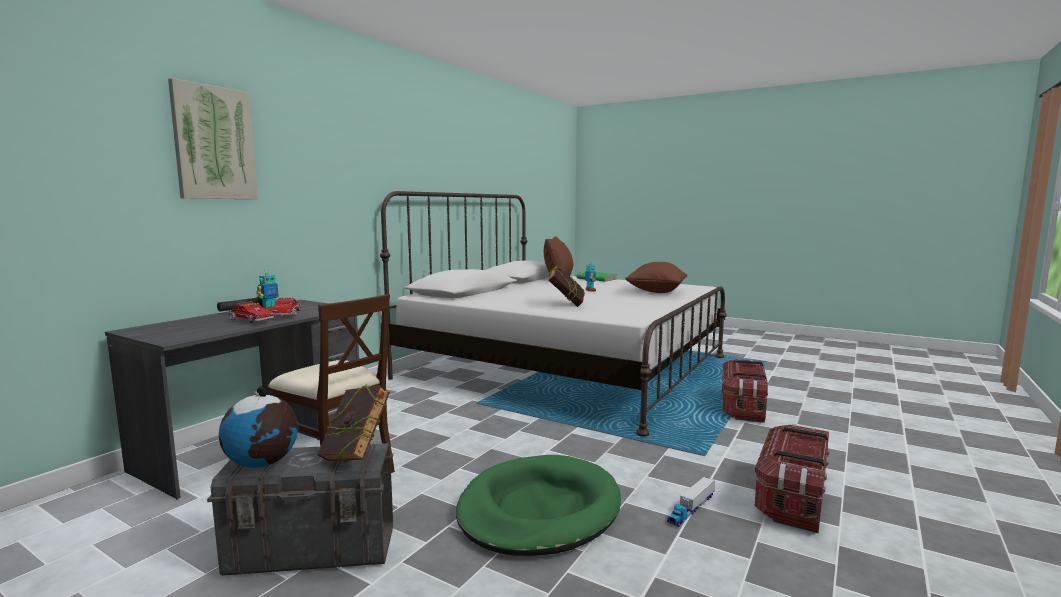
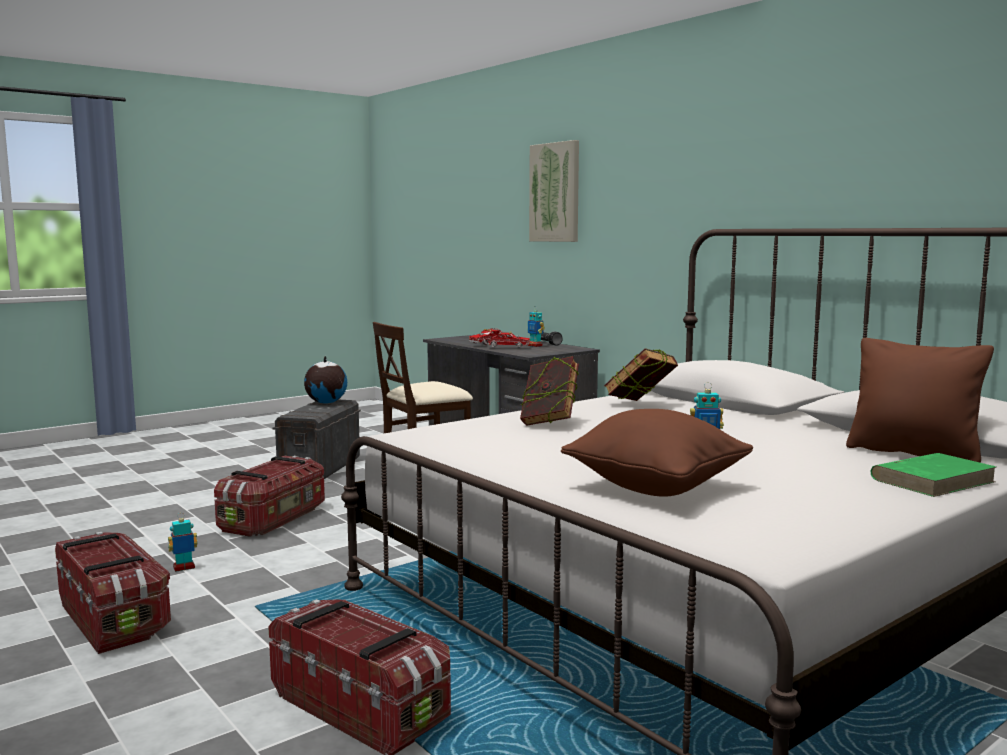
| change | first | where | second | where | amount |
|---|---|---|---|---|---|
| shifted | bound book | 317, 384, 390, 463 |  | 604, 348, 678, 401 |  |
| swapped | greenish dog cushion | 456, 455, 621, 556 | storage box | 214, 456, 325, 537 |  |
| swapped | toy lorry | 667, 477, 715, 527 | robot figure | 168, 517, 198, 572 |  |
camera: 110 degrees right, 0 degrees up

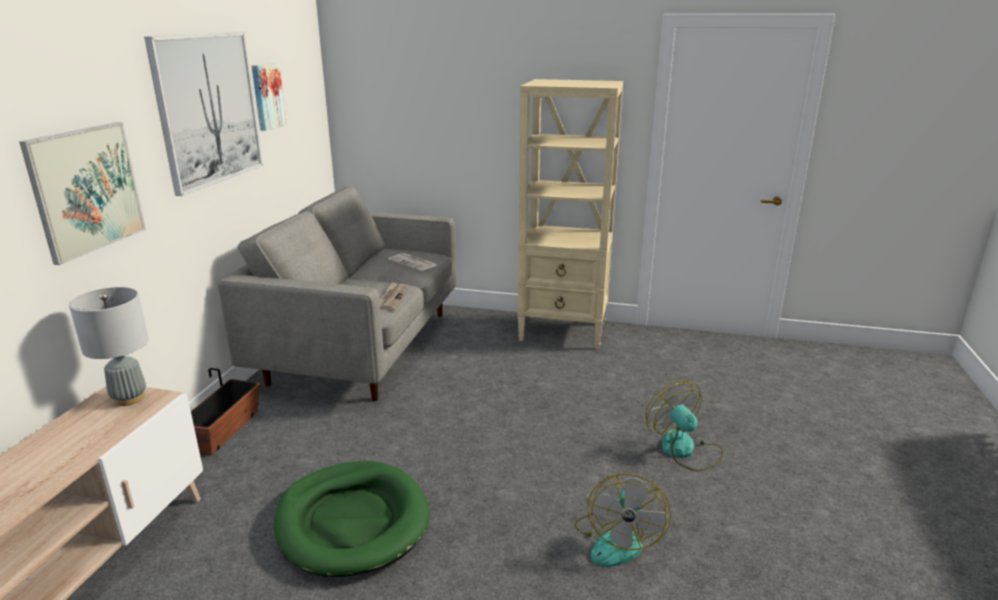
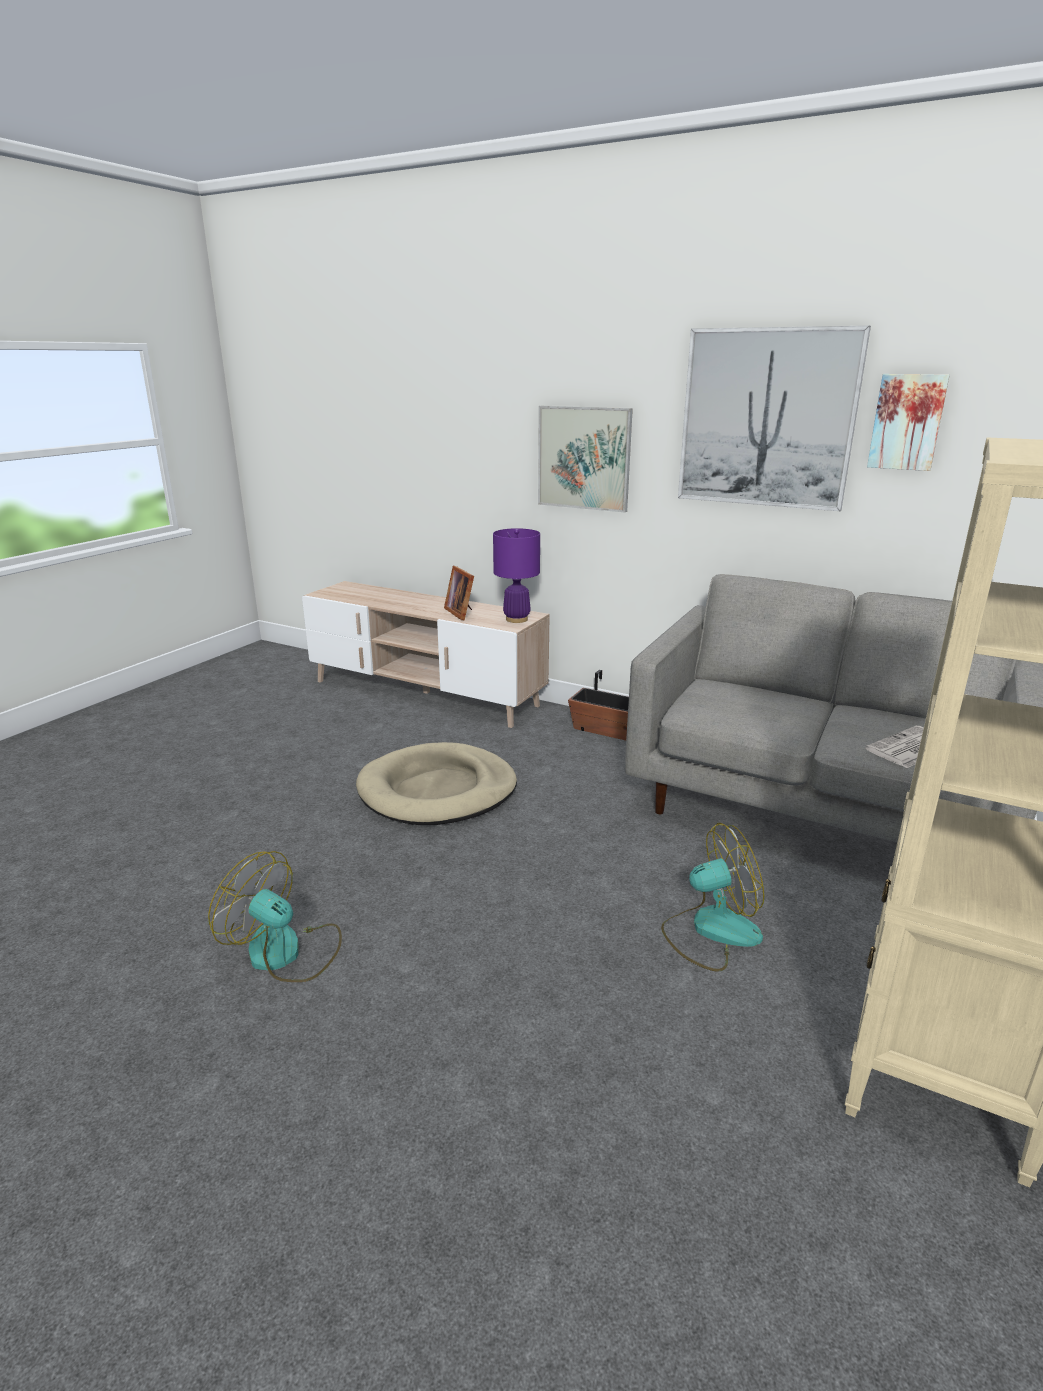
| change | first | where | second | where | amount |
|---|---|---|---|---|---|
| gone | daily paper | 380, 282, 409, 310 |  |  |  |
| new |  |  | photo frame | 444, 566, 474, 620 |  |
| shifted | cooling fan | 645, 380, 723, 472 |  | 661, 823, 764, 972 |  |
| repainted | greyish lamp for a table | 69, 287, 149, 406 | purplish lamp for a table | 493, 528, 540, 623 |  |
| repainted | greenish dog cushion | 274, 461, 430, 577 | sand-coloured dog cushion | 356, 742, 517, 825 |  |
camera: 105 degrees right, 0 degrees up

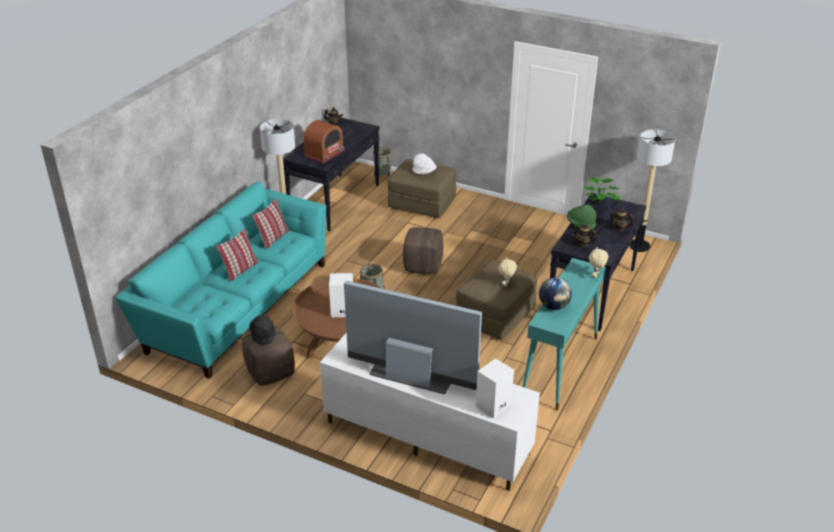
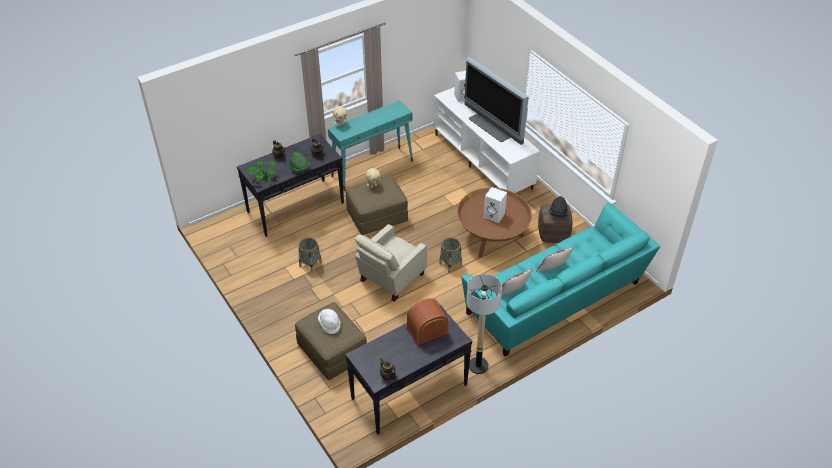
| change | first | where | second | where | amount |
|---|---|---|---|---|---|
| gone | desk globe | 539, 278, 572, 310 |  |  |  |
| gone | standing lamp | 629, 129, 675, 252 |  |  |  |
| shifted | household basket | 373, 147, 391, 182 |  | 299, 238, 322, 273 |  |
| swapped | brownish footrest | 403, 227, 443, 274 | sand-coloured easy chair | 354, 224, 427, 302 |  |
camera: 150 degrees left, 10 degrees up

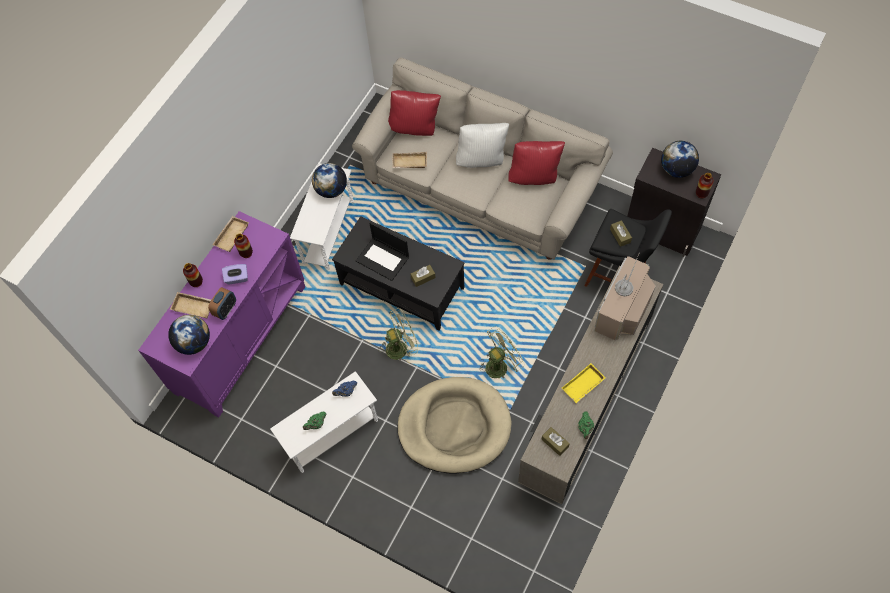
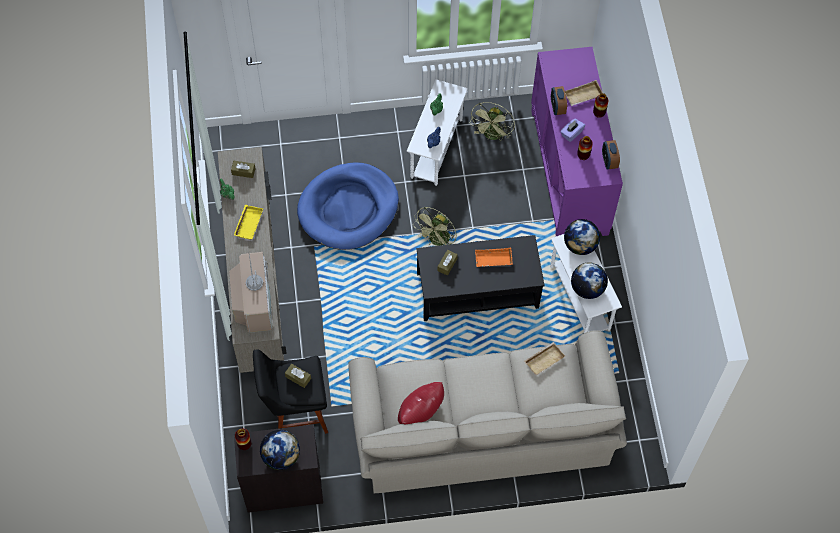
| change | first | where | second | where | amount |
|---|---|---|---|---|---|
| gone | red throw pillow | 388, 90, 441, 136 |  |  |  |
| gone | whitish throw pillow | 456, 123, 509, 168 |  |  |  |
| shifted | desk globe | 168, 315, 210, 355 |  | 564, 219, 600, 255 |  |
| shifted | greenish cooling fan | 480, 326, 524, 378 |  | 471, 102, 515, 140 |  |
| swapped | sand-coloured tray | 212, 216, 249, 252 | table clock | 602, 140, 620, 170 |  |
| swapped | portable computer | 356, 222, 409, 281 | orange tray | 475, 248, 513, 267 |  |
| repainted | sand-coloured dog cushion | 398, 377, 512, 474 | blue-coloured dog cushion | 297, 162, 399, 250 |  |
camera: 140 degrees right, 0 degrees up

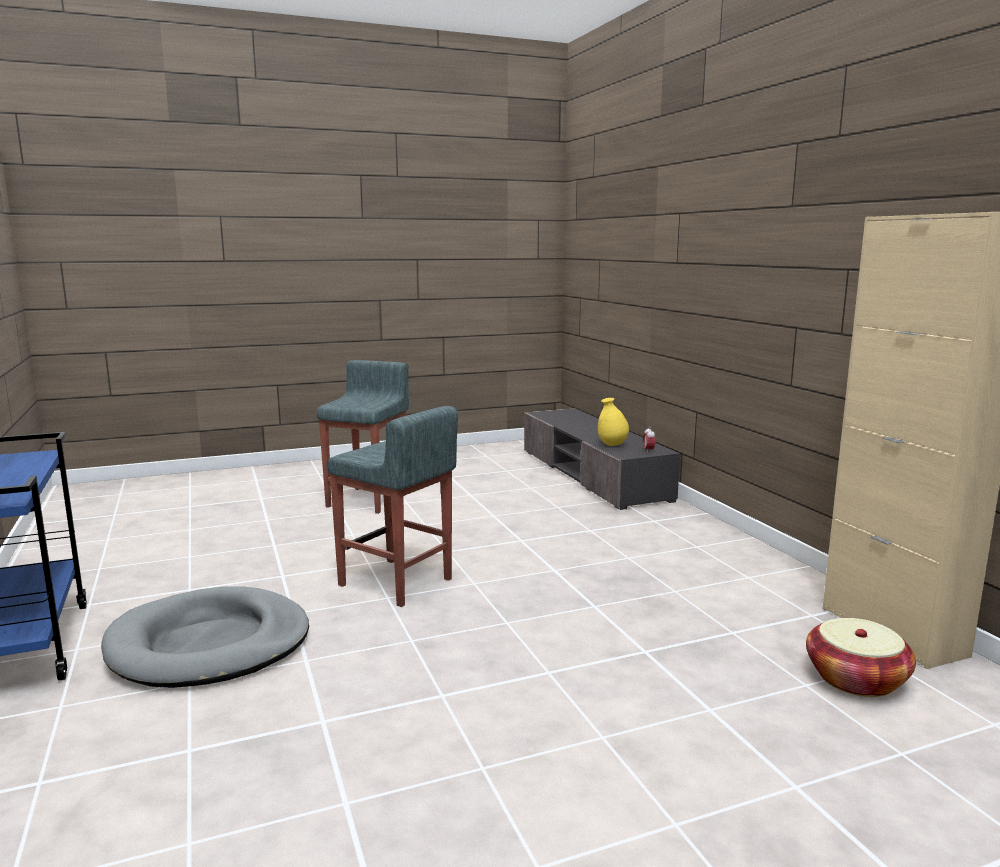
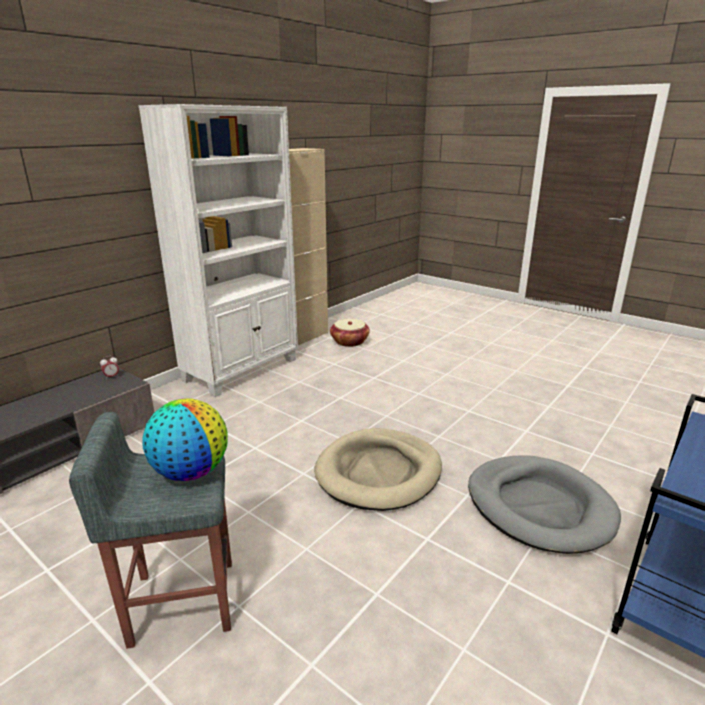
| change | first | where | second | where | amount |
|---|---|---|---|---|---|
| gone | yellowish vase | 598, 398, 629, 446 |  |  |  |
| new |  |  | whitish shelving unit | 138, 104, 298, 397 |  |
| new |  |  | desk globe | 142, 398, 228, 481 |  |
| swapped | greyish sitting stool | 327, 406, 458, 607 | sand-coloured dog cushion | 314, 428, 442, 511 |  |
camera: 120 degrees left, 10 degrees up

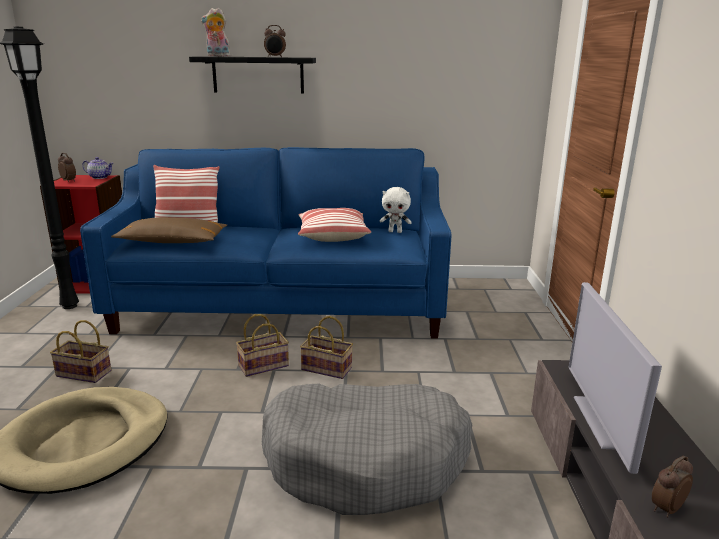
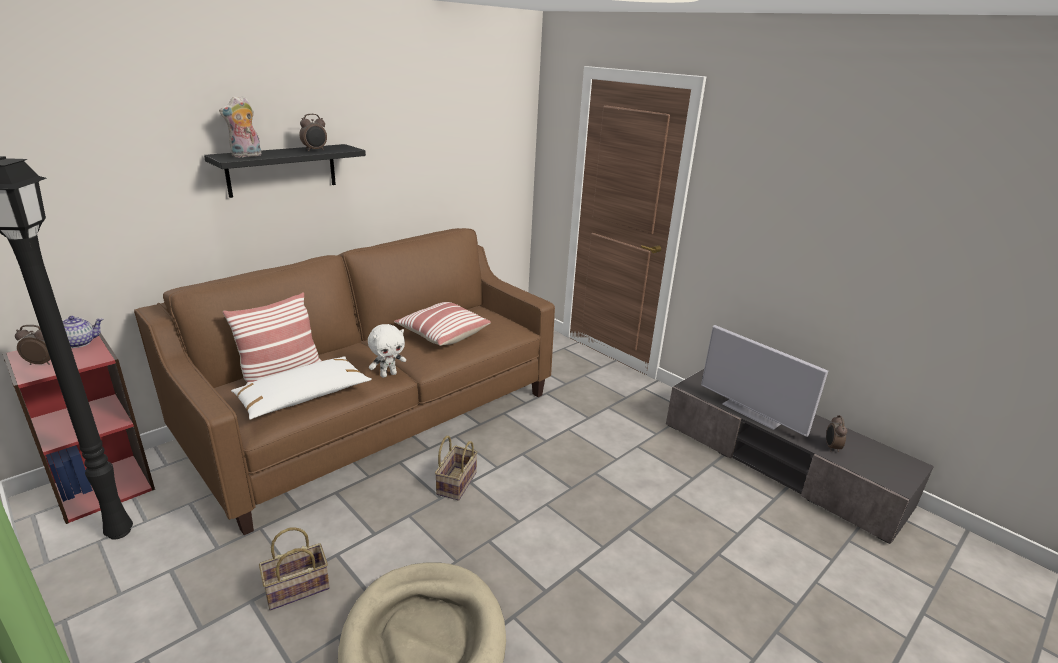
| change | first | where | second | where | amount |
|---|---|---|---|---|---|
| gone | greyish dog cushion | 262, 383, 472, 515 |  |  |  |
| gone | household basket | 300, 316, 353, 379 |  |  |  |
| shifted | whitish soft toy | 380, 187, 412, 233 |  | 368, 324, 406, 378 |  |
| repainted | blue-coloured settee | 80, 147, 451, 339 | brownish settee | 134, 228, 555, 535 |  |
| repainted | brownish throw pillow | 111, 217, 227, 243 | whitish throw pillow | 231, 356, 372, 420 |  |
camera: 45 degrees left, 5 degrees up

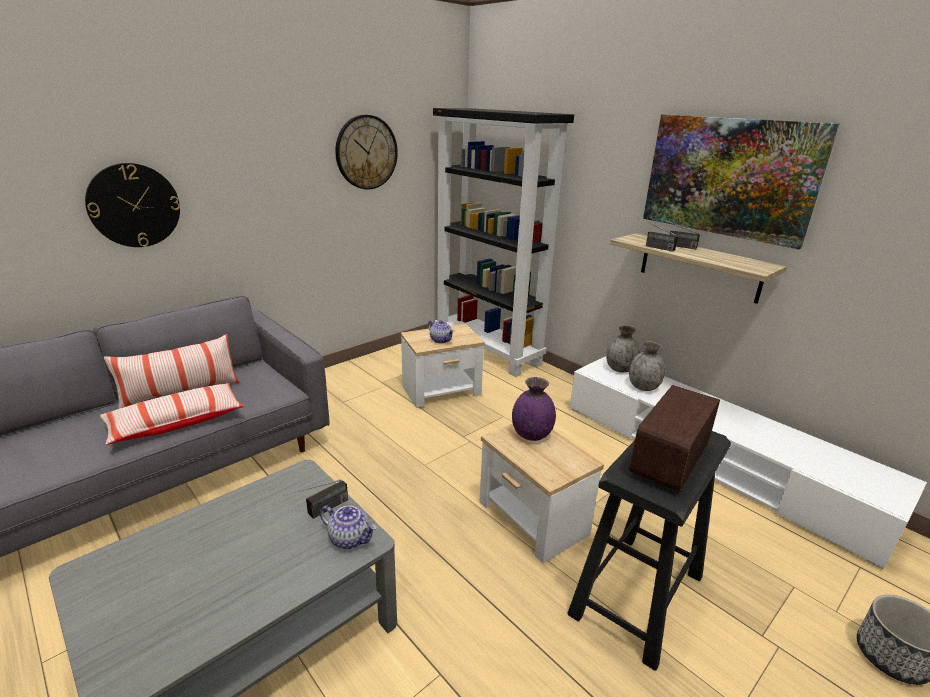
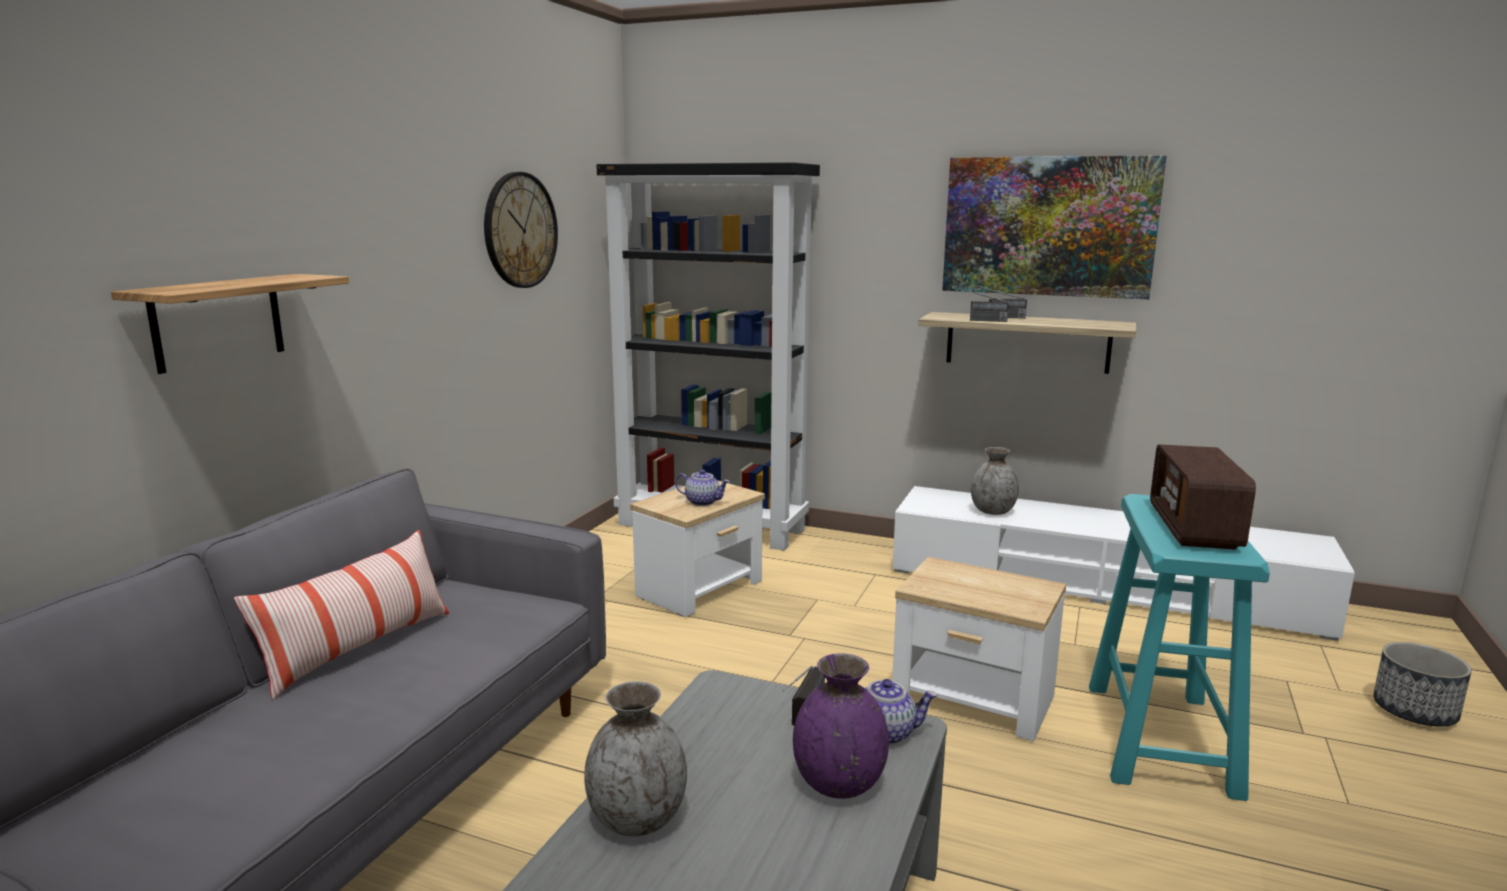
| change | first | where | second | where | amount |
|---|---|---|---|---|---|
| gone | throw pillow | 100, 383, 244, 445 |  |  |  |
| shifted | purplish vase | 512, 377, 556, 441 |  | 793, 653, 889, 799 |  |
| shifted | greyish vase | 606, 326, 640, 373 |  | 585, 681, 687, 837 |  |
| swapped | hanging clock | 85, 163, 180, 247 | wall shelf | 111, 274, 349, 374 |  |
| repainted | black-coloured sitting stool | 567, 431, 731, 671 | blue-green sitting stool | 1089, 494, 1270, 801 |  |
camera: 25 degrees left, 10 degrees down

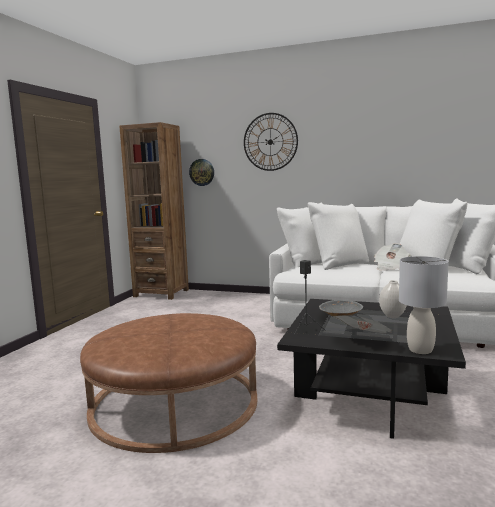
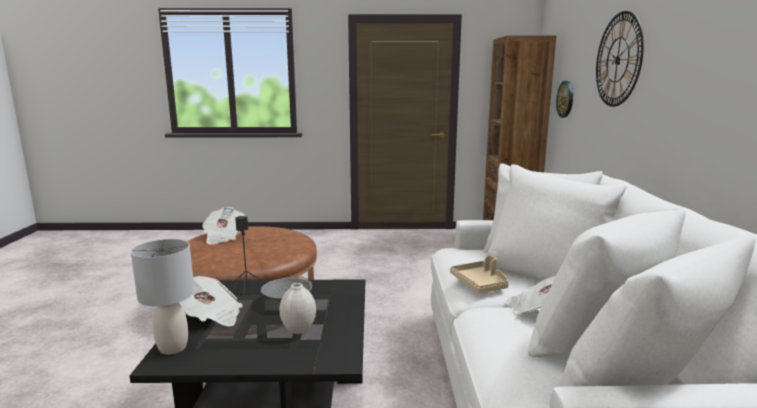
| change | first | where | second | where | amount |
|---|---|---|---|---|---|
| new |  |  | daily paper | 202, 207, 245, 244 |  |
| new |  |  | sand-coloured tray | 450, 255, 509, 293 |  |
camera: 70 degrees right, 5 degrees up

